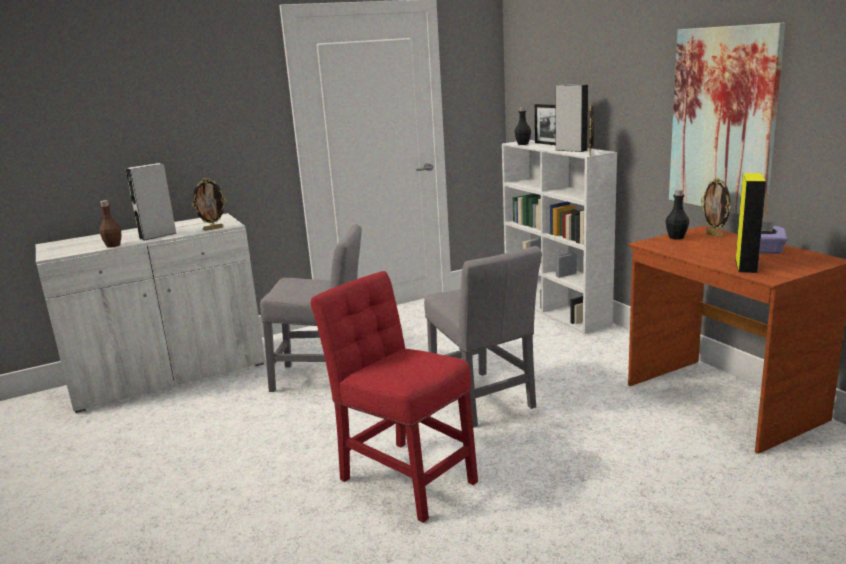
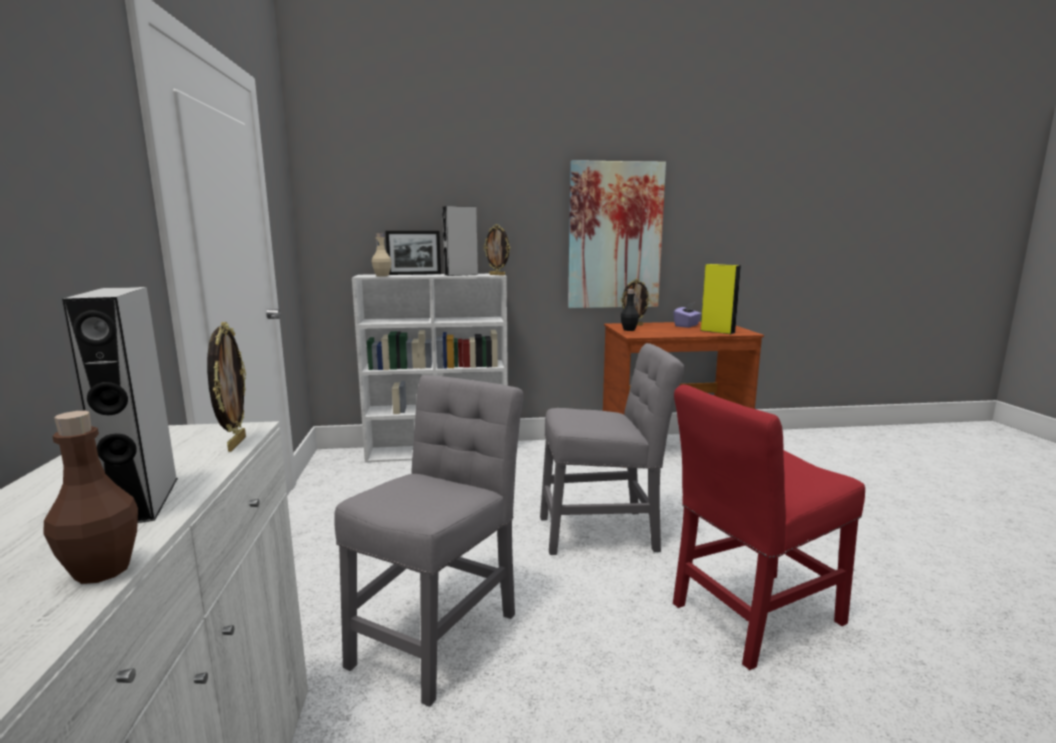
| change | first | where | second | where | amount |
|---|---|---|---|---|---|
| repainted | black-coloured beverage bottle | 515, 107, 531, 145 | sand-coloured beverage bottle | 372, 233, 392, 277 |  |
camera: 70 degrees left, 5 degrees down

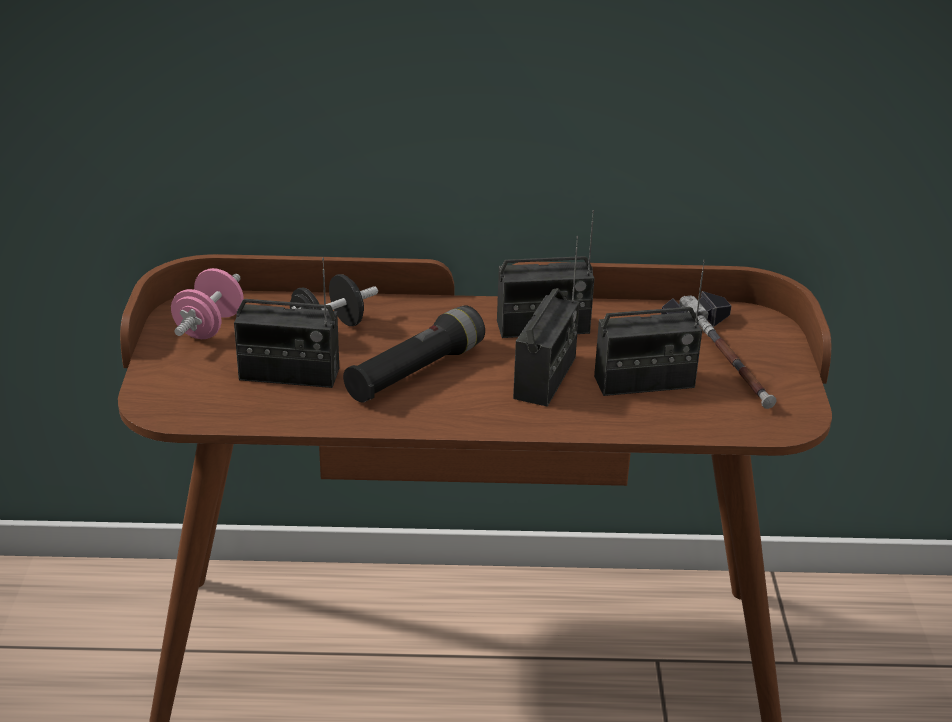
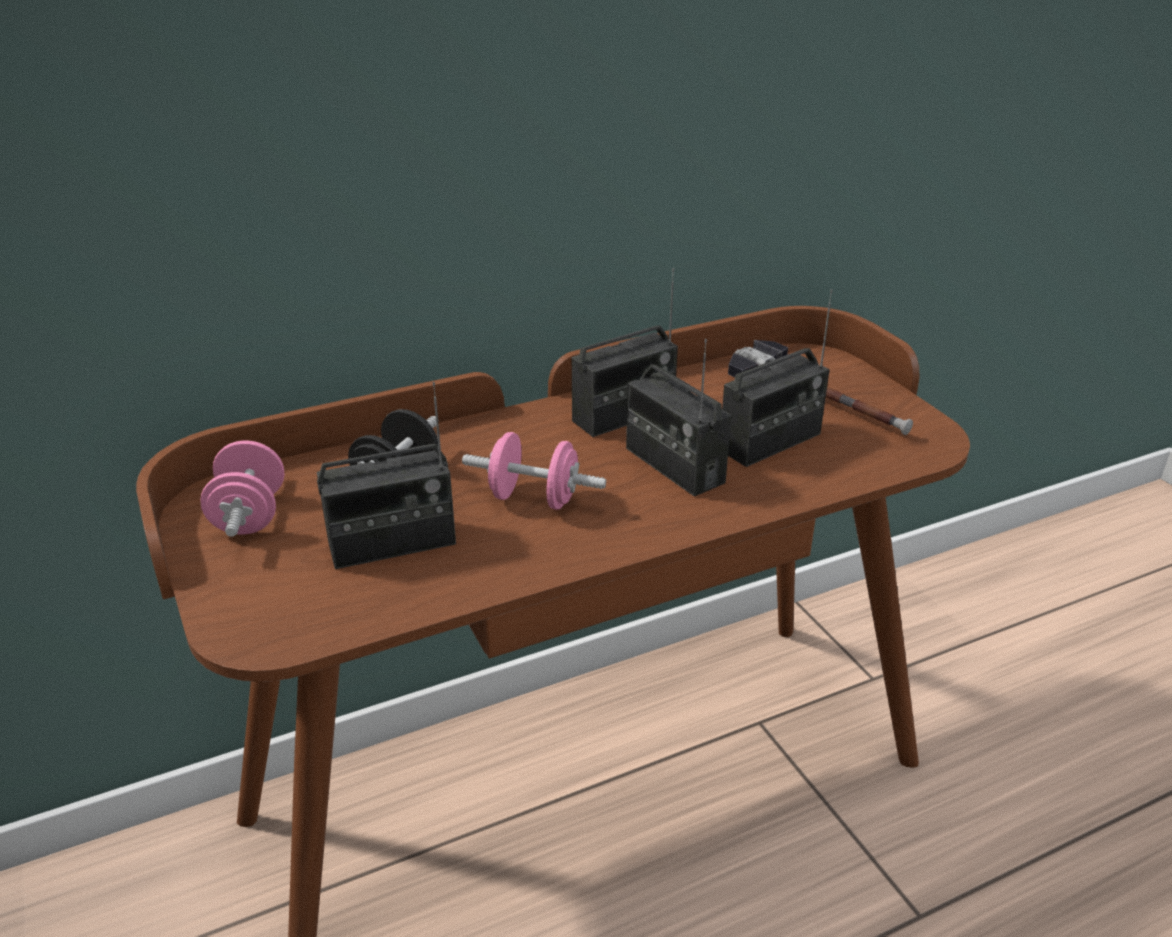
| change | first | where | second | where | amount |
|---|---|---|---|---|---|
| swapped | black-coloured hand torch | 343, 305, 485, 402 | pink free weight | 462, 432, 606, 510 |  |
| rotated | radio | 513, 236, 580, 407 |  | 626, 339, 731, 497 | 150 degrees clockwise |
camera: 25 degrees left, 0 degrees up

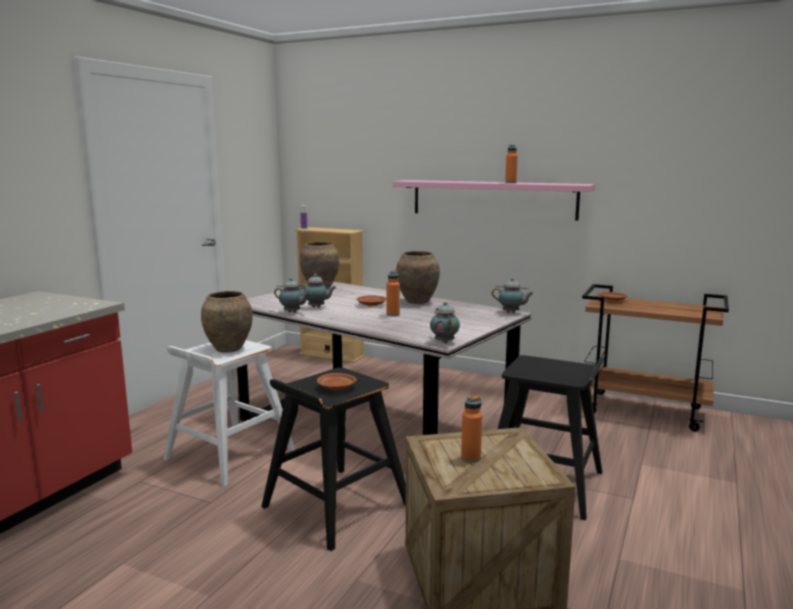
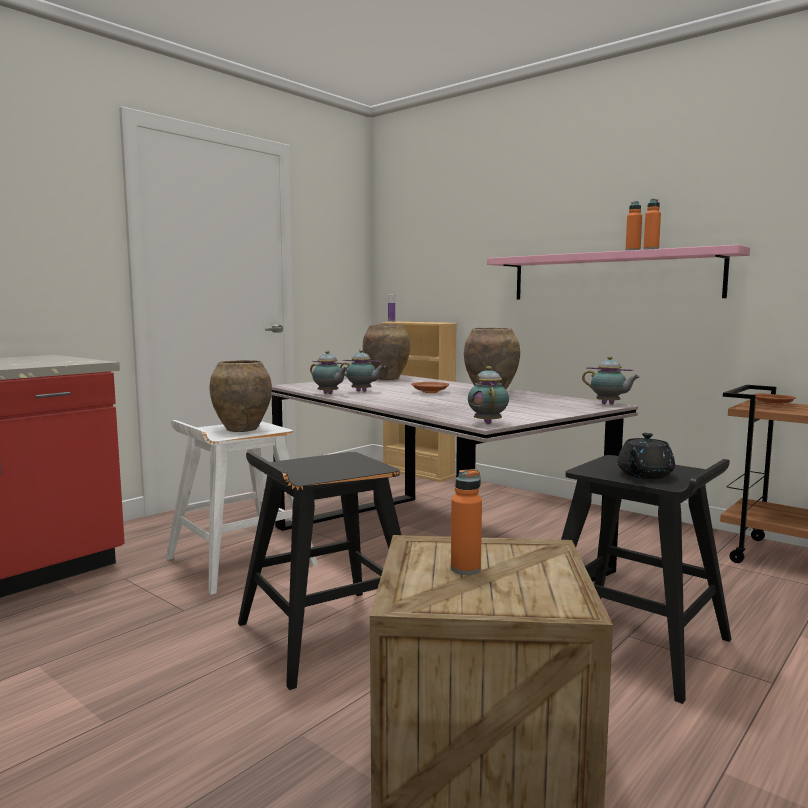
| change | first | where | second | where | amount |
|---|---|---|---|---|---|
| gone | brownish plate | 317, 373, 357, 390 |  |  |  |
| new |  |  | black-coloured pot for tea | 617, 433, 675, 479 |  |
| shifted | orange beverage bottle | 386, 270, 400, 317 |  | 643, 199, 661, 250 |  |
camera: 15 degrees right, 5 degrees down

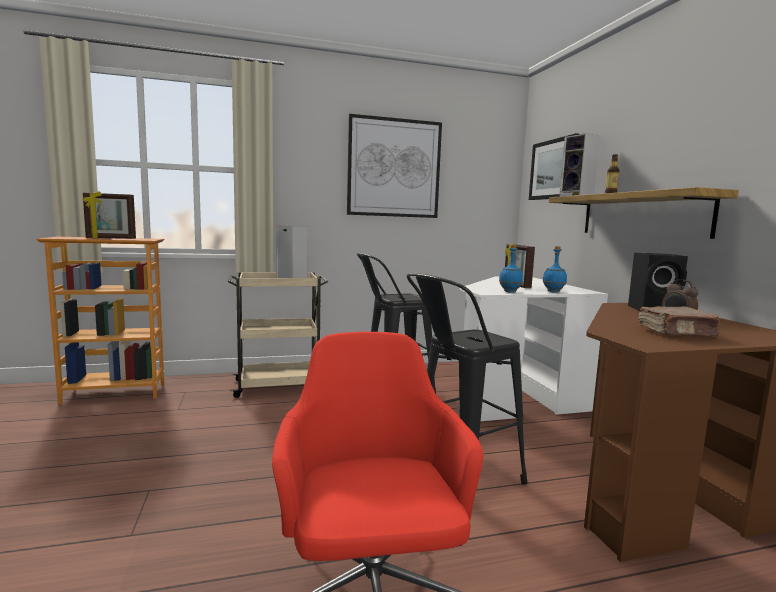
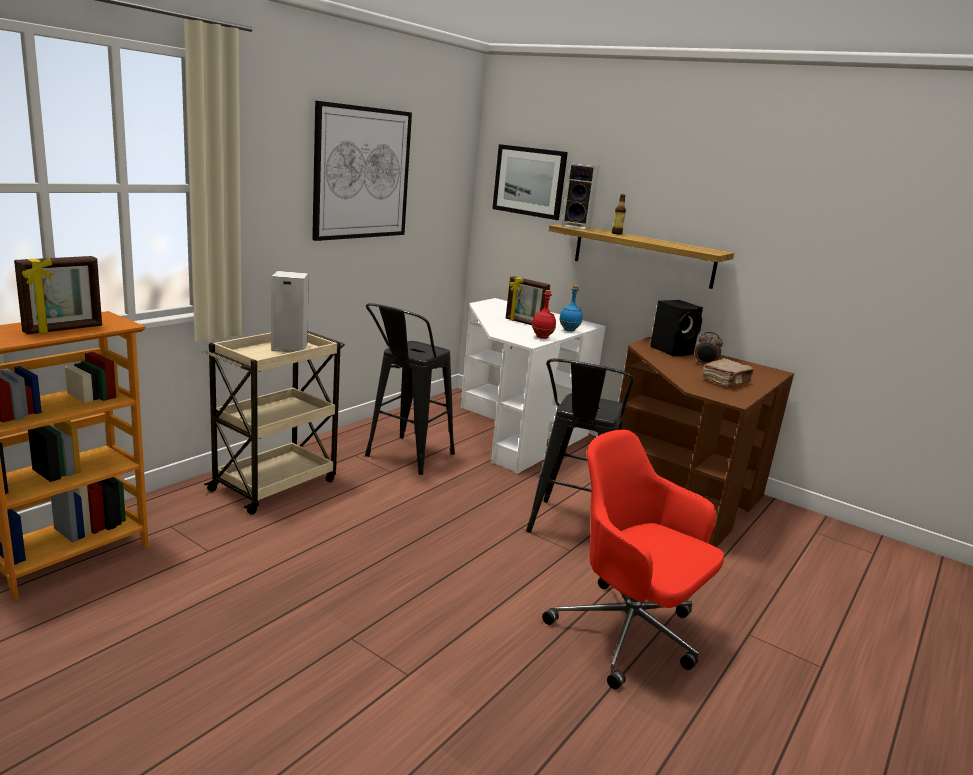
| change | first | where | second | where | amount |
|---|---|---|---|---|---|
| repainted | blue-coloured beverage bottle | 499, 245, 523, 293 | red beverage bottle | 532, 290, 556, 339 |  |
camera: 40 degrees left, 10 degrees up

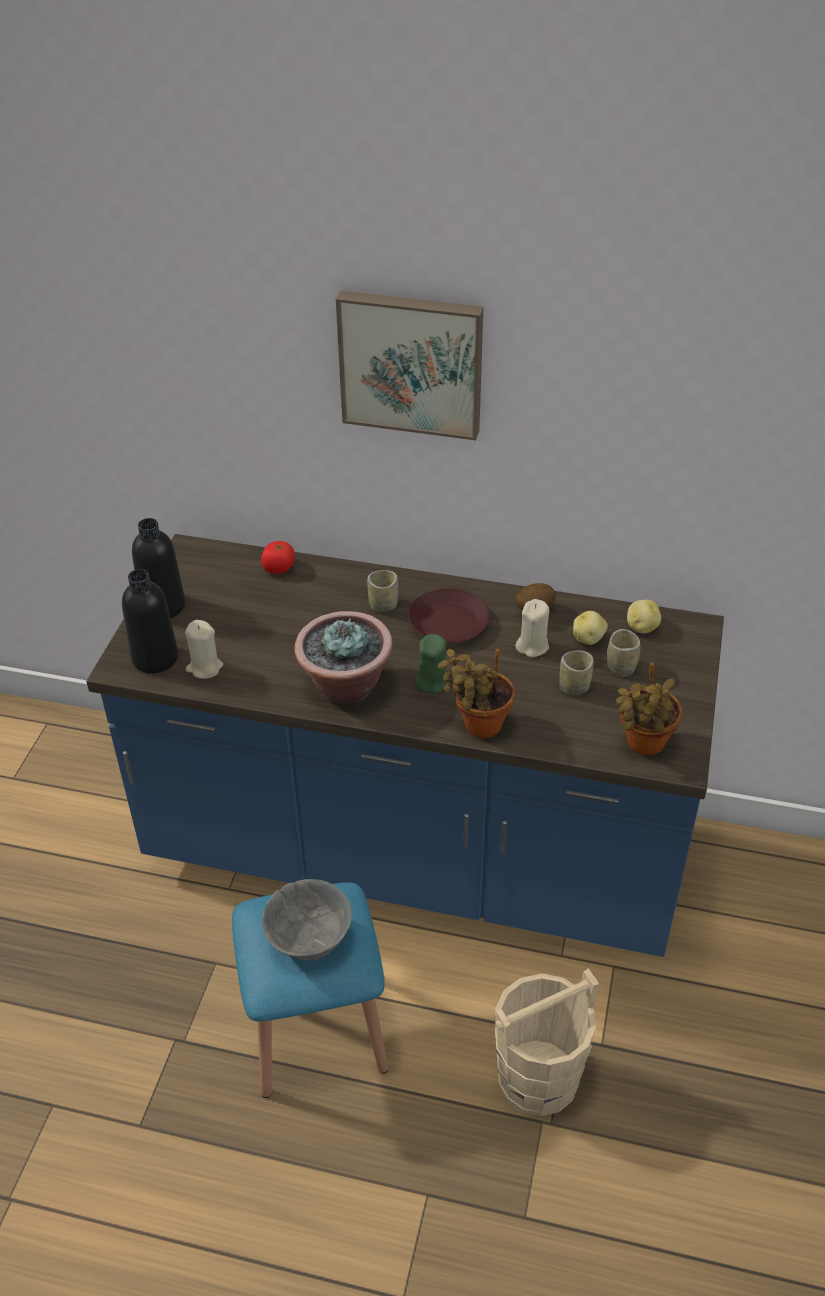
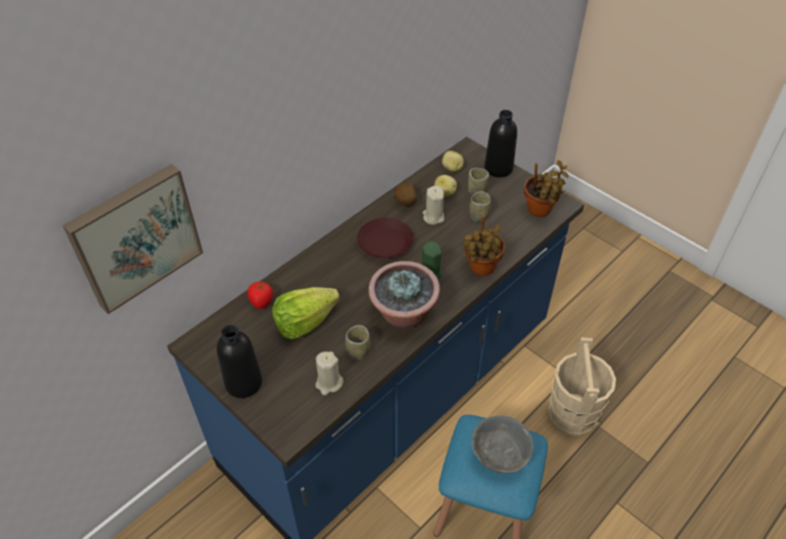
| change | first | where | second | where | amount |
|---|---|---|---|---|---|
| new |  |  | lettuce | 272, 287, 340, 340 |  |
| shifted | black-coloured beverage bottle | 122, 569, 178, 674 |  | 484, 110, 517, 177 |  |
| shifted | wall art | 336, 291, 483, 440 |  | 62, 164, 203, 314 |  |
| shifted | small cup | 367, 570, 398, 612 |  | 345, 325, 370, 360 |  |
camera: 60 degrees left, 5 degrees up

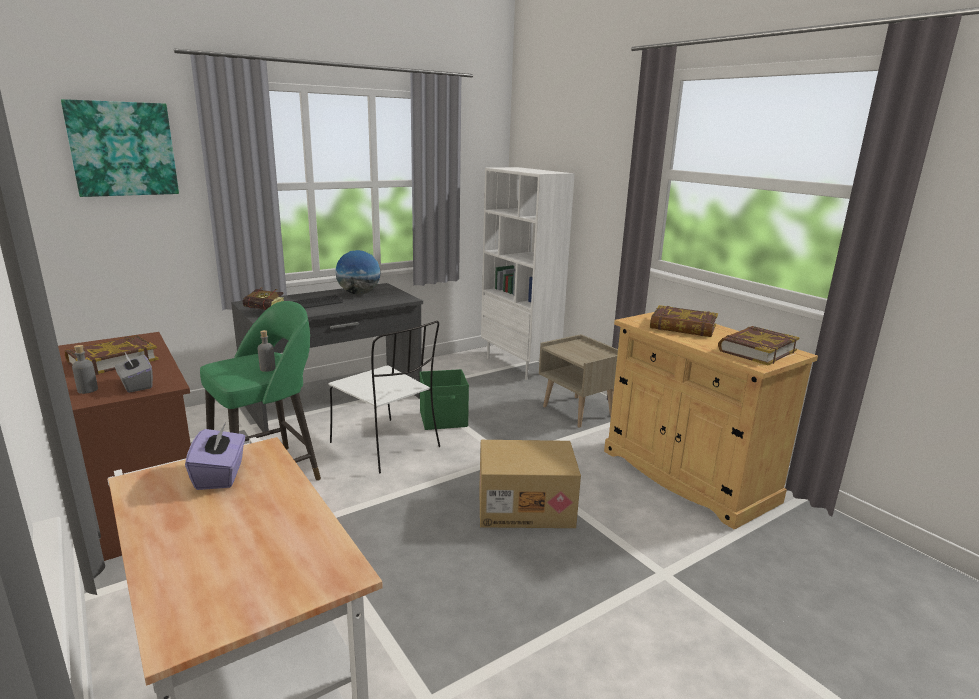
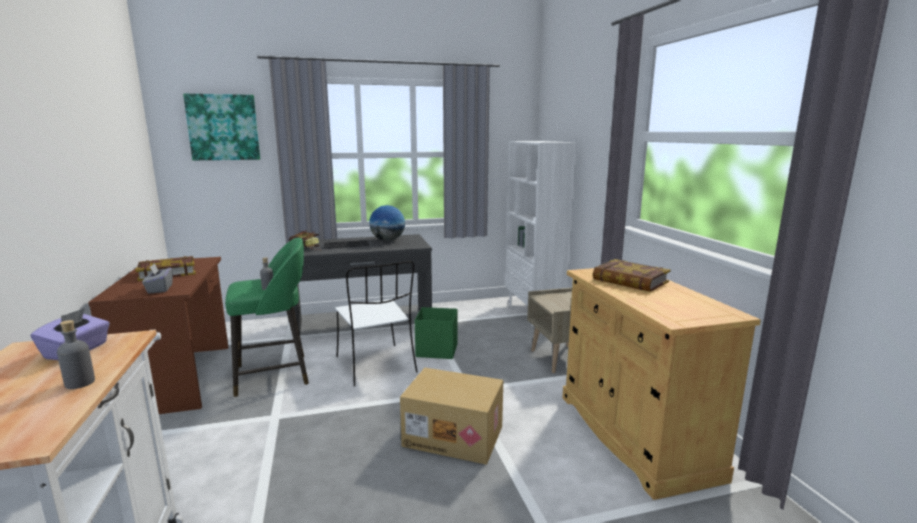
| change | first | where | second | where | amount |
|---|---|---|---|---|---|
| gone | bound book | 718, 326, 800, 365 |  |  |  |
| shifted | greyish beverage bottle | 72, 345, 98, 394 |  | 57, 320, 95, 389 |  |
camera: 20 degrees right, 5 degrees down

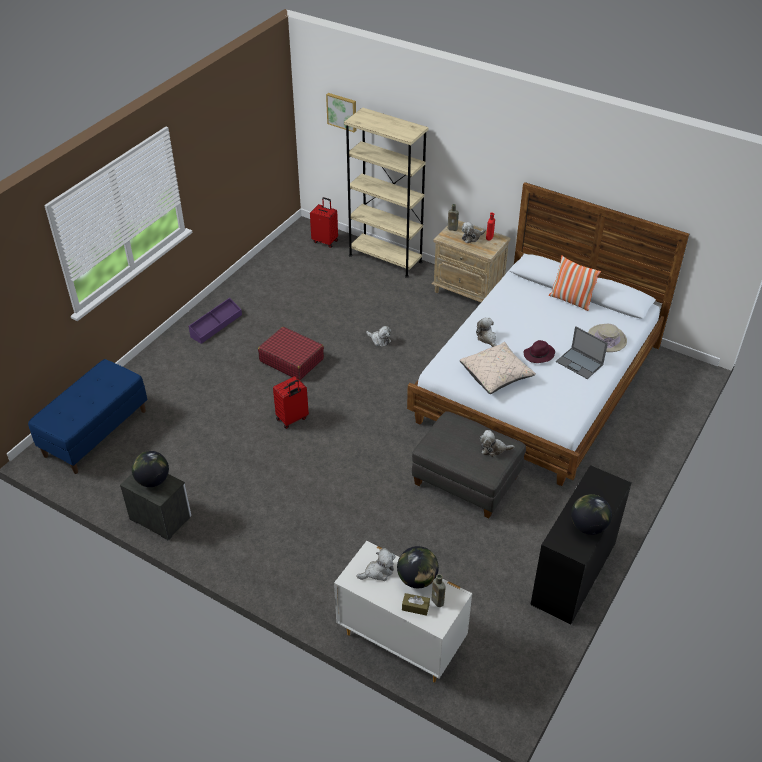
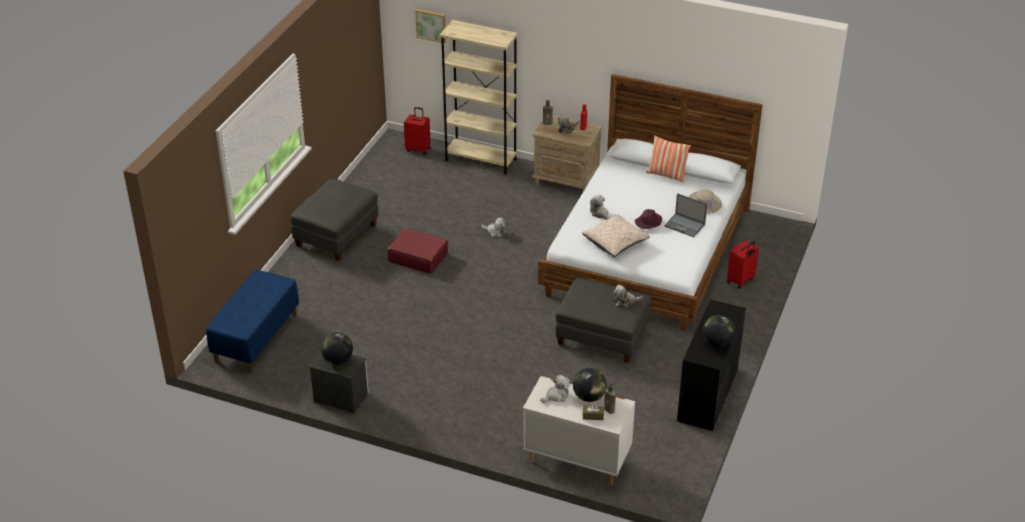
| change | first | where | second | where | amount |
|---|---|---|---|---|---|
| shifted | red suitcase | 273, 376, 309, 429 |  | 727, 241, 759, 289 |  |
| swapped | purplish storage box | 188, 298, 242, 344 | greyish footrest | 291, 179, 378, 261 |  |
camera: 10 degrees left, 5 degrees down

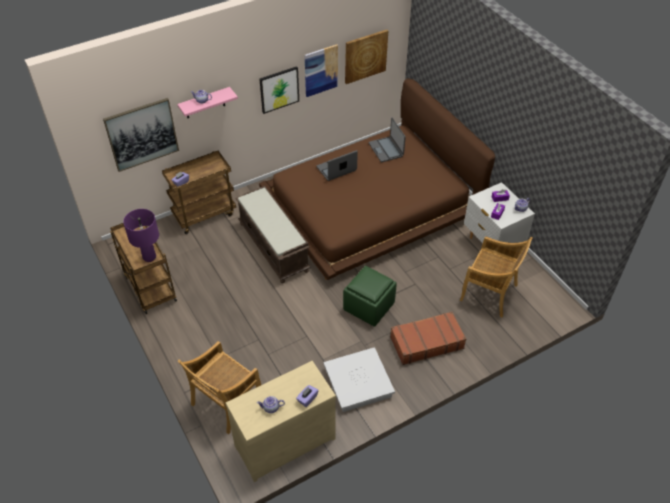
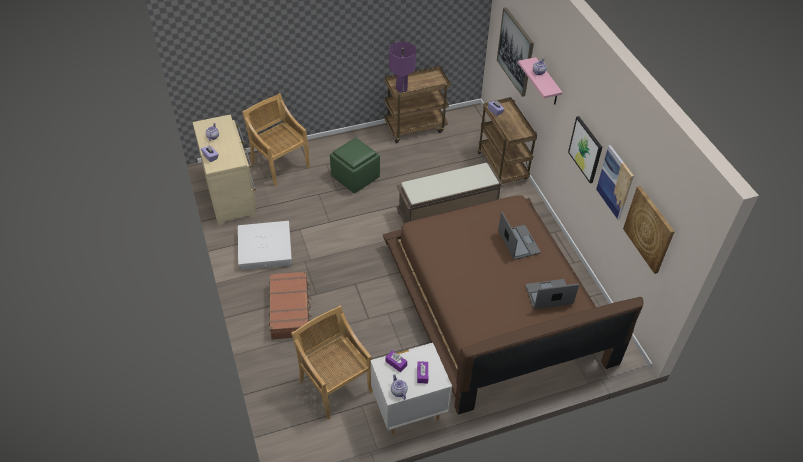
| change | first | where | second | where | amount |
|---|---|---|---|---|---|
| shifted | greenish footrest | 343, 266, 397, 327 |  | 330, 138, 380, 193 |  |
| rotated | sand-coloured upright chair | 460, 236, 533, 317 |  | 291, 305, 373, 420 | 105 degrees clockwise |
camera: 100 degrees right, 0 degrees up

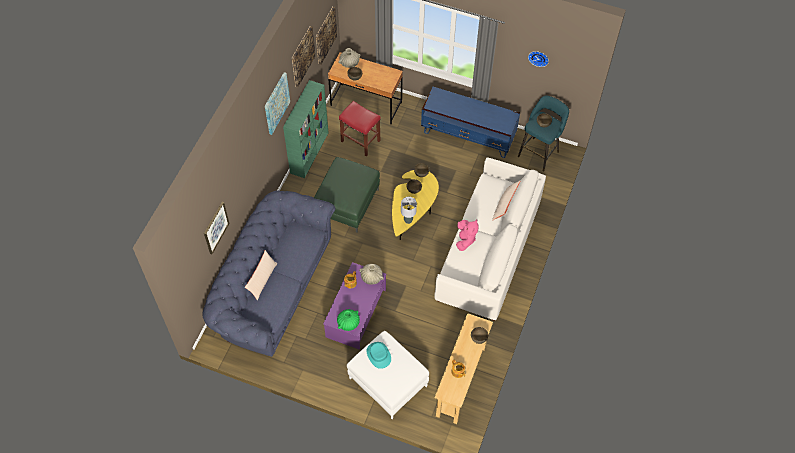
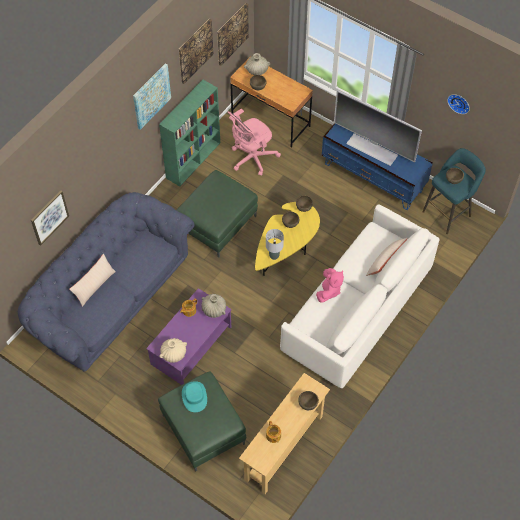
| change | first | where | second | where | amount |
|---|---|---|---|---|---|
| new |  |  | television | 334, 90, 422, 166 |  |
| swapped | red sitting stool | 339, 101, 381, 157 | pink computer chair | 228, 109, 281, 176 |  |
| repainted | greenish vase | 337, 309, 360, 331 | sand-coloured vase | 159, 338, 187, 363 |  |
| repainted | whitish footrest | 347, 331, 429, 419 | greenish footrest | 158, 371, 246, 472 |  |
camera: 15 degrees right, 0 degrees up

